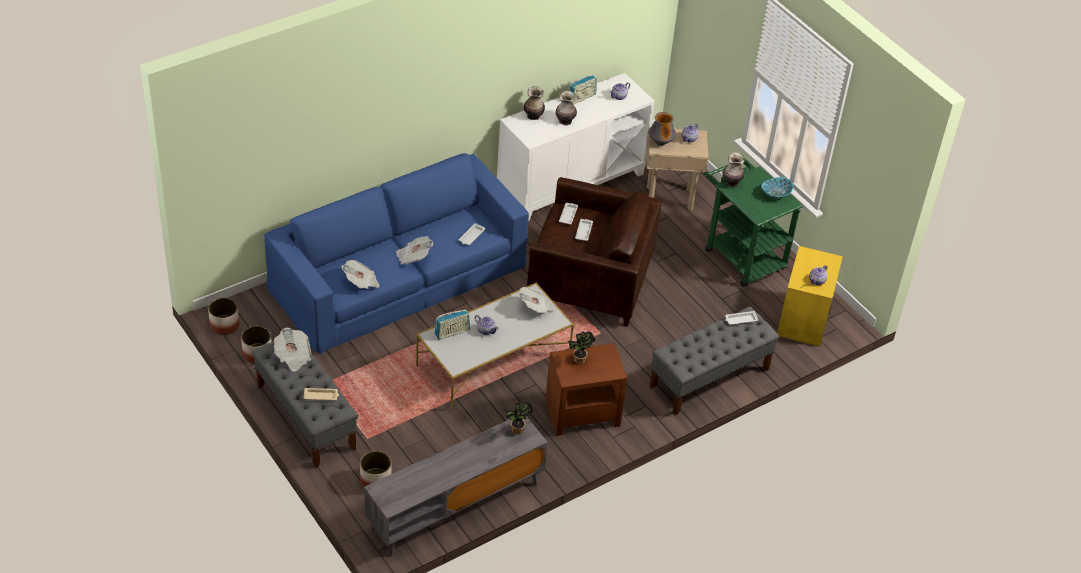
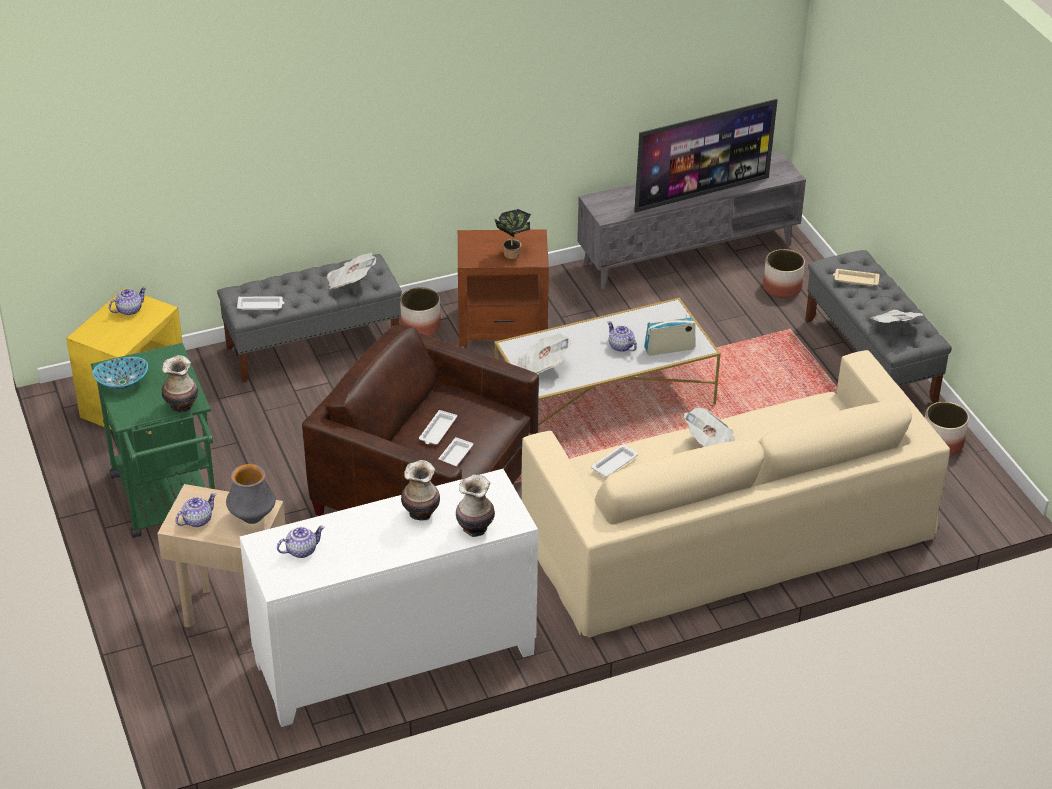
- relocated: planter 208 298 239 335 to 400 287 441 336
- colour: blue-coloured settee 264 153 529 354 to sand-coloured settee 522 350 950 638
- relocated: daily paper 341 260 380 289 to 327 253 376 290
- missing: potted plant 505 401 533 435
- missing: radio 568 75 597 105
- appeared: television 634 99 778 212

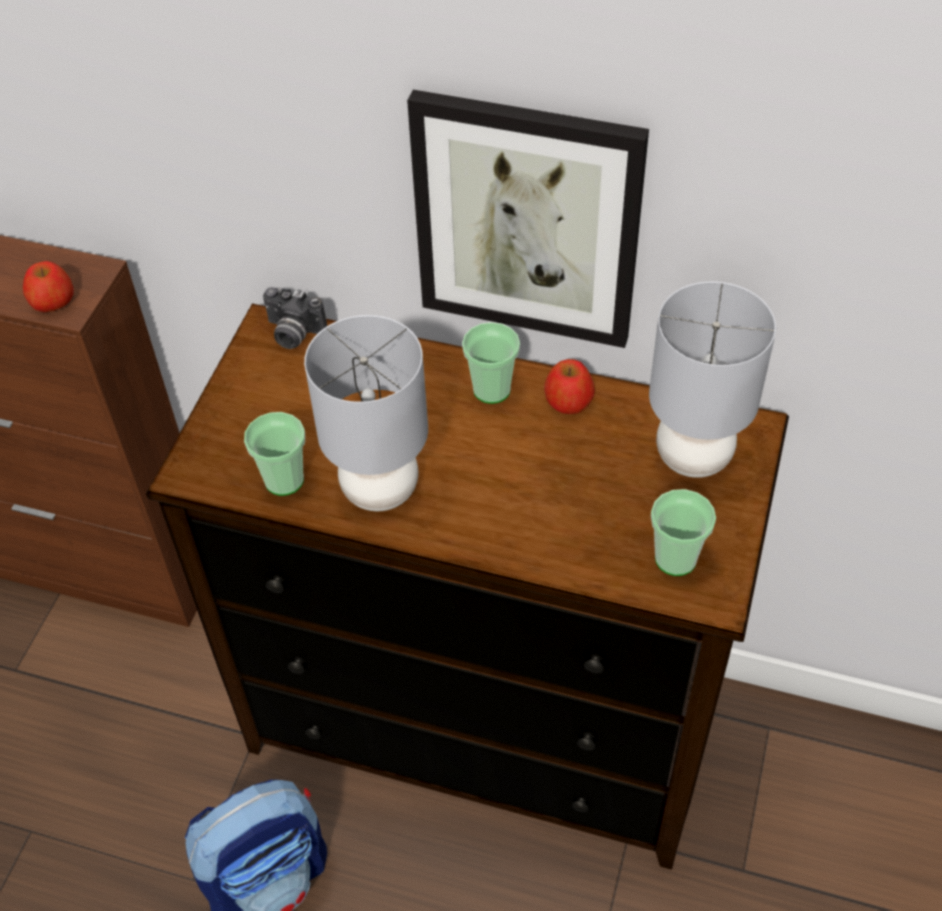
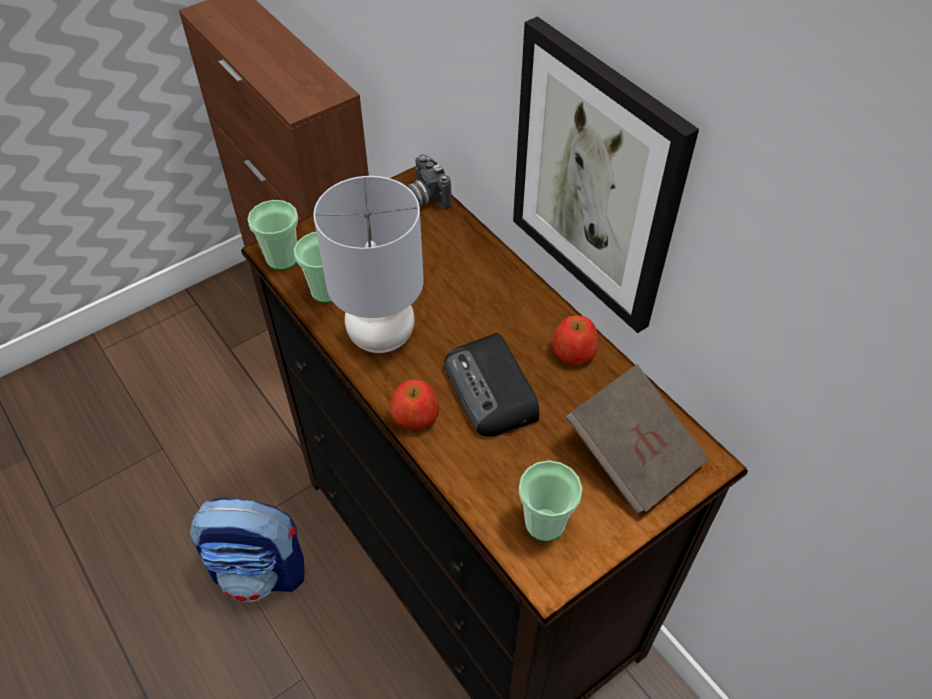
- relocated: apple 23 261 74 312 to 390 379 439 429
- relocated: small cup 462 322 520 404 to 248 200 298 270
- exchanged: grey lamp for a table 649 281 776 478 to brown-coloured book 565 364 709 515
- appeared: radio 444 333 539 437

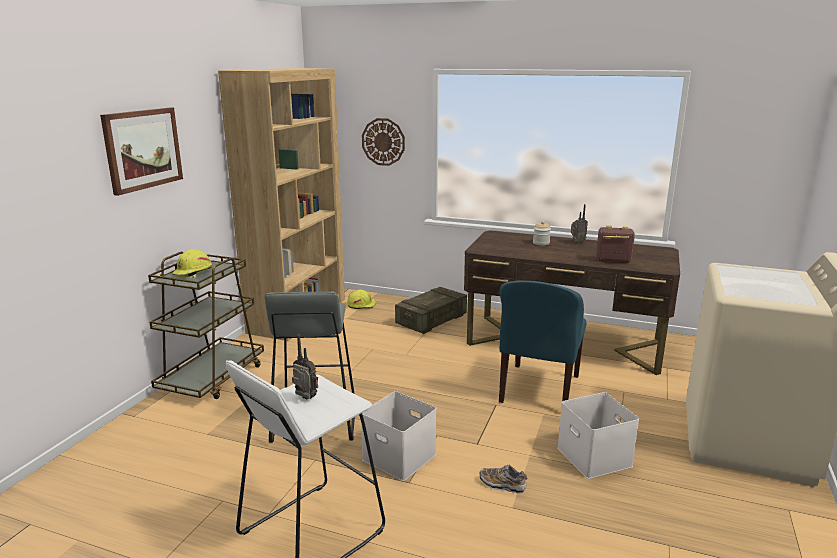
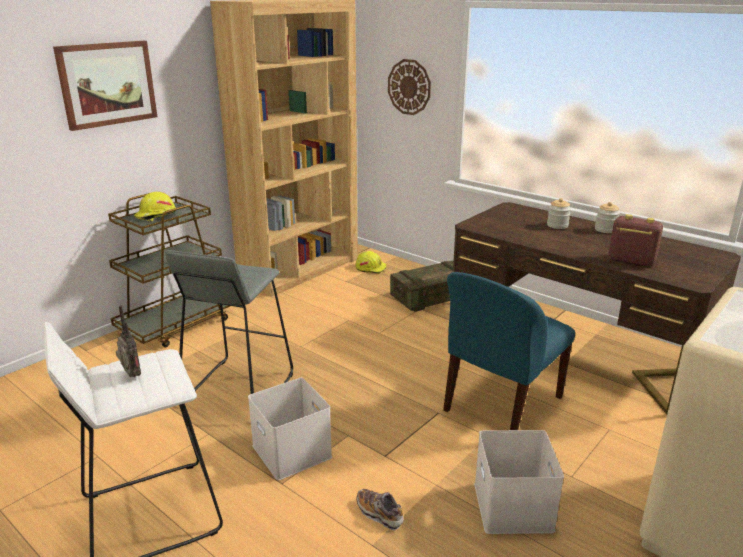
- exchanged: radio 571 204 588 243 to preserve jar 595 202 620 233

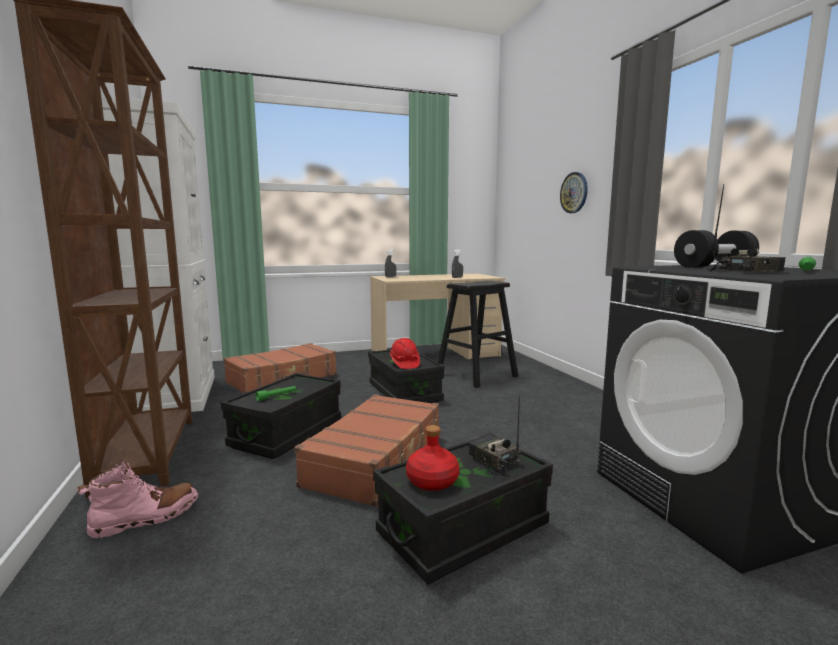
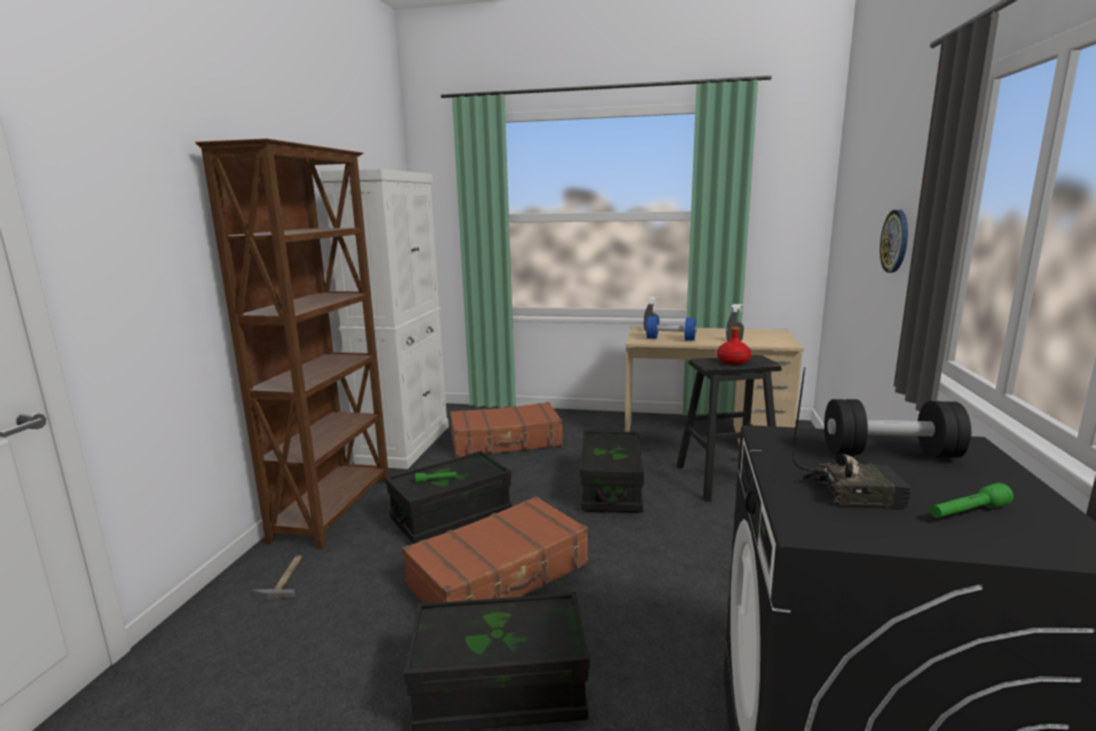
- exchanged: pink boot 77 461 198 539 to tool hammer 252 555 302 599
- missing: red-coloured hard hat 389 338 420 369
- relocated: red-coloured beverage bottle 406 425 459 491 to 717 327 751 365
- missing: radio 469 396 521 476
- appeared: blue-coloured hand weight 646 316 697 341

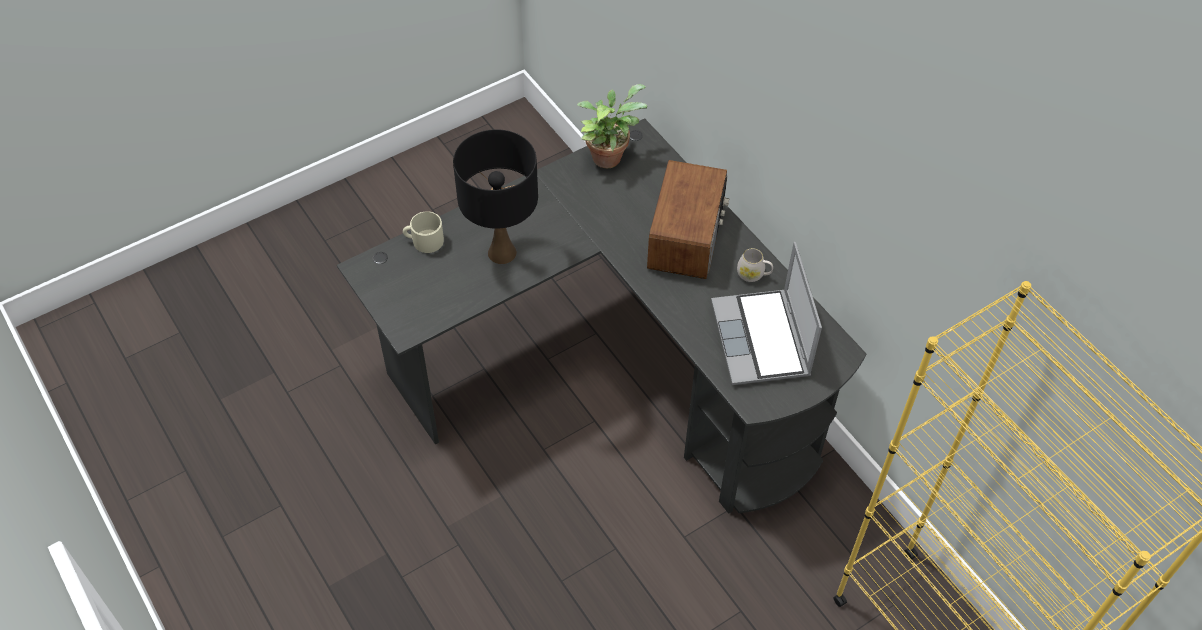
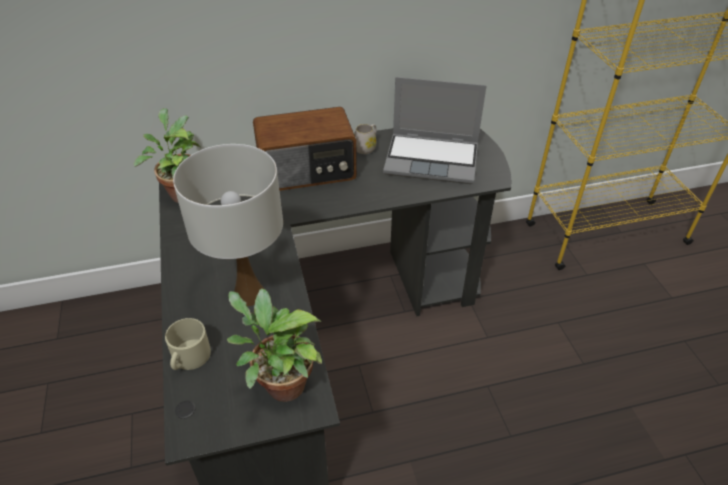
- colour: black lamp for a table 453 129 538 264 to white-coloured lamp for a table 173 144 283 306
- spun: radio 647 160 729 279 = 253 107 357 191 135 degrees clockwise
- appeared: potted plant 227 288 322 402

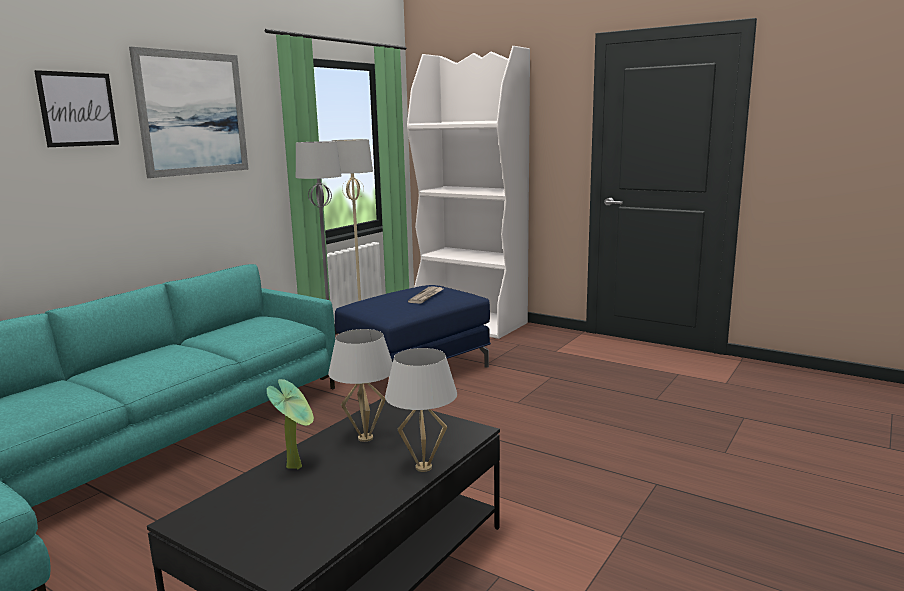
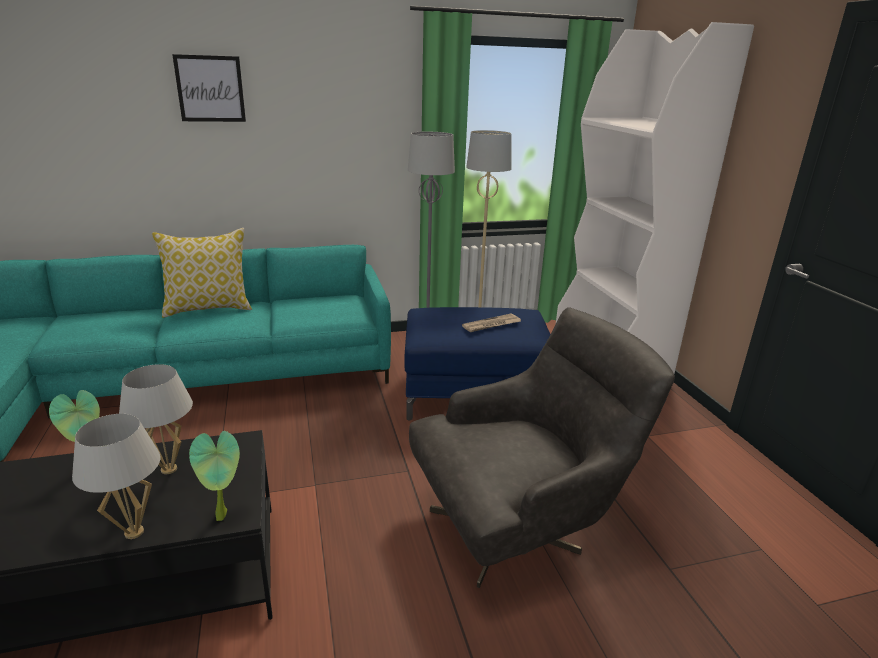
- missing: wall picture 129 47 248 178
- appeared: cushion 152 228 252 318
- appeared: potted plant 189 431 240 521
- appeared: grey easy chair 409 307 675 588

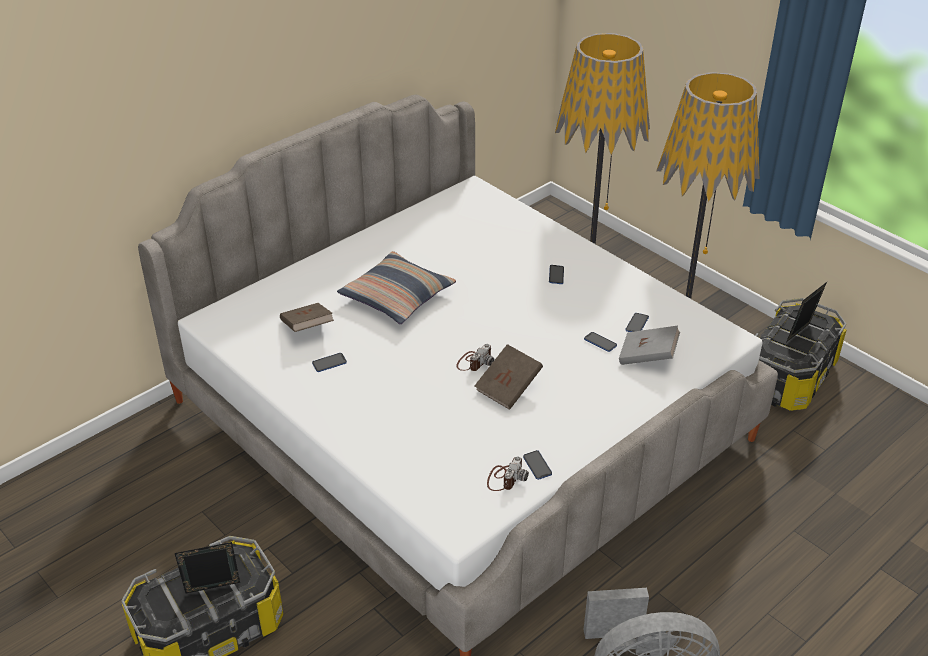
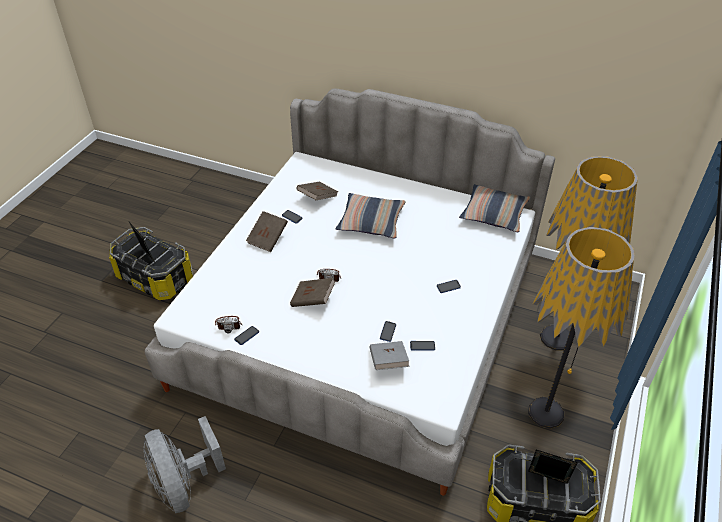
- appeared: brown-coloured book 246 211 288 252
- appeared: cushion 459 184 530 232

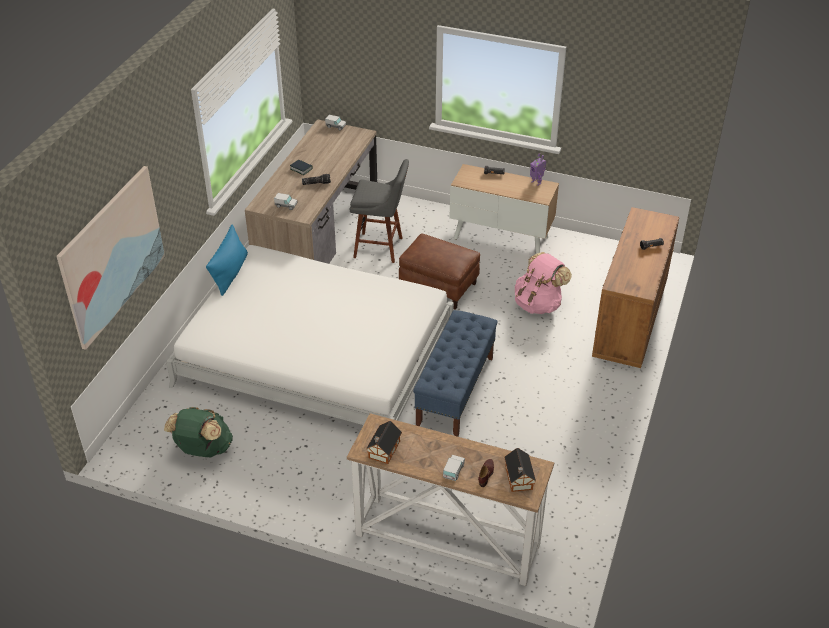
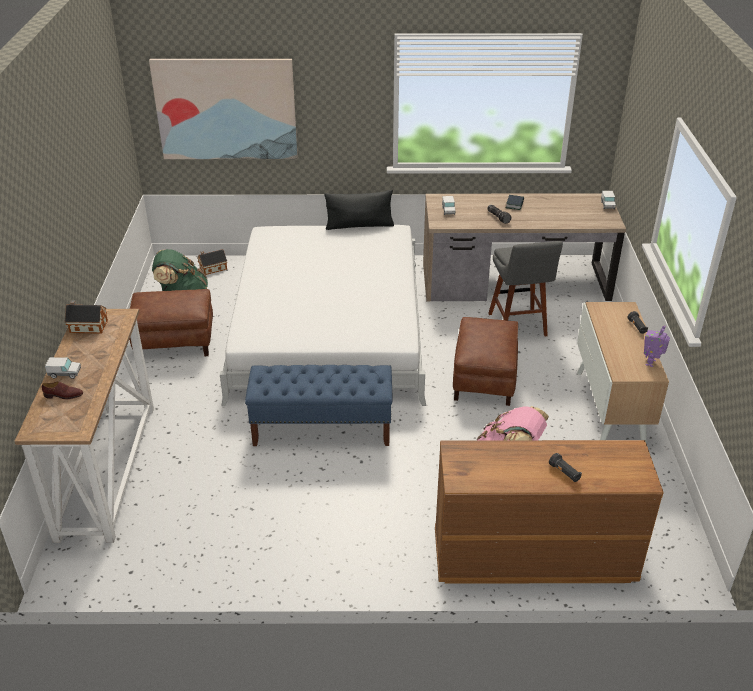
- colour: blue-coloured cushion 206 224 248 296 to black cushion 324 190 394 230
- relocated: miniature house 504 448 536 492 to 197 249 227 275
- appeared: brown-coloured pouffe 129 289 213 356

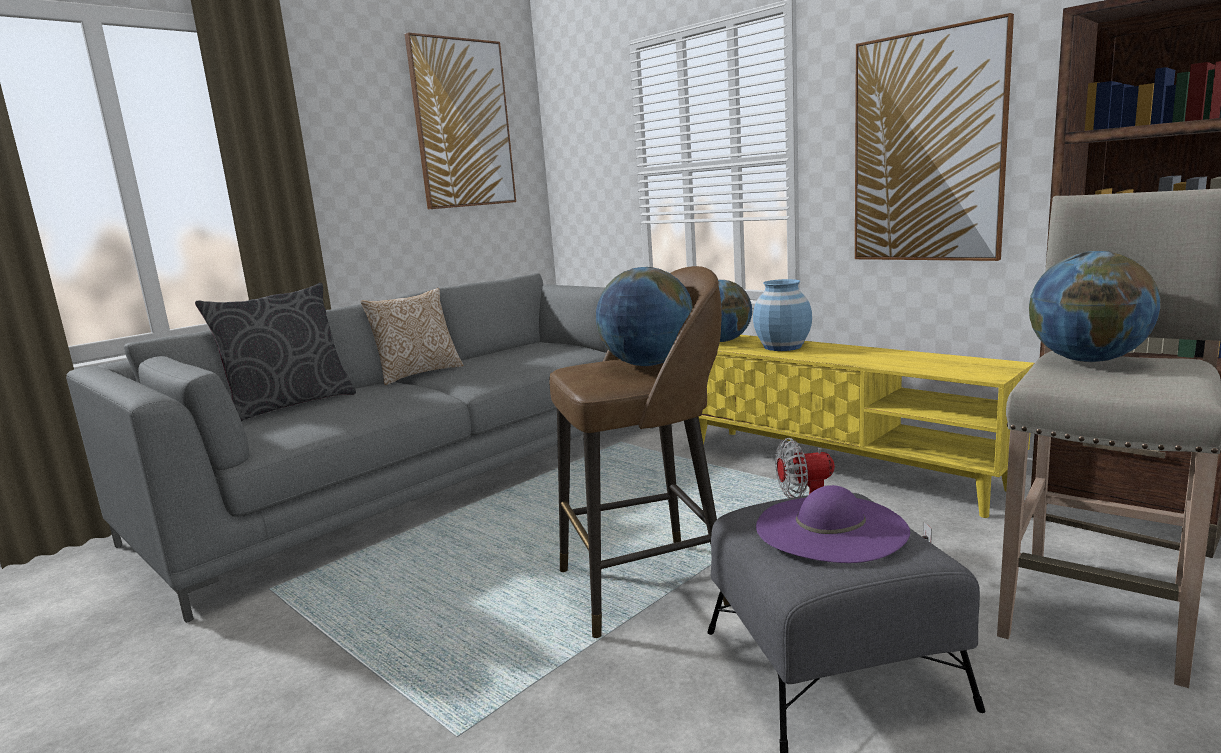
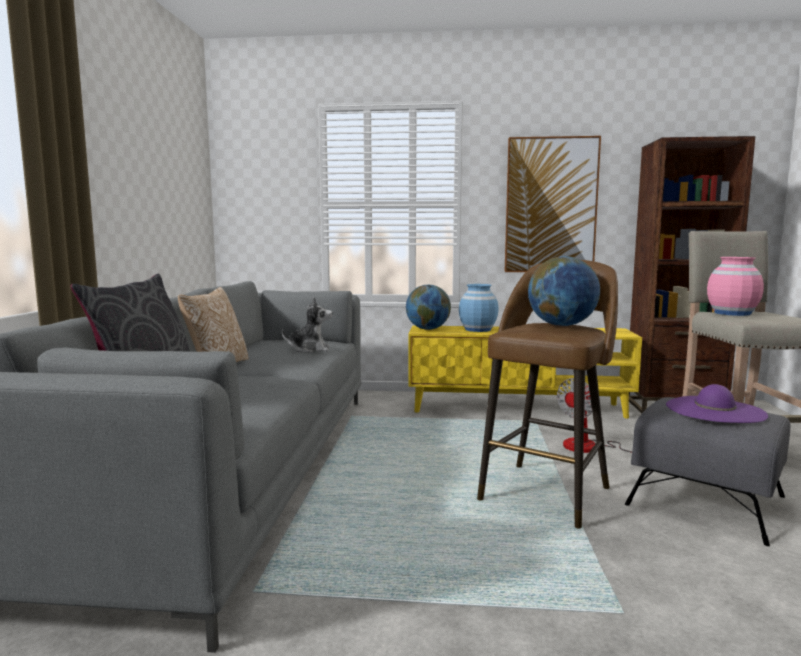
- missing: wall picture 405 33 516 209
- exchanged: desk globe 1029 251 1160 362 to pink flower vase 707 257 764 316
- appeared: cuddly toy 282 297 333 353

